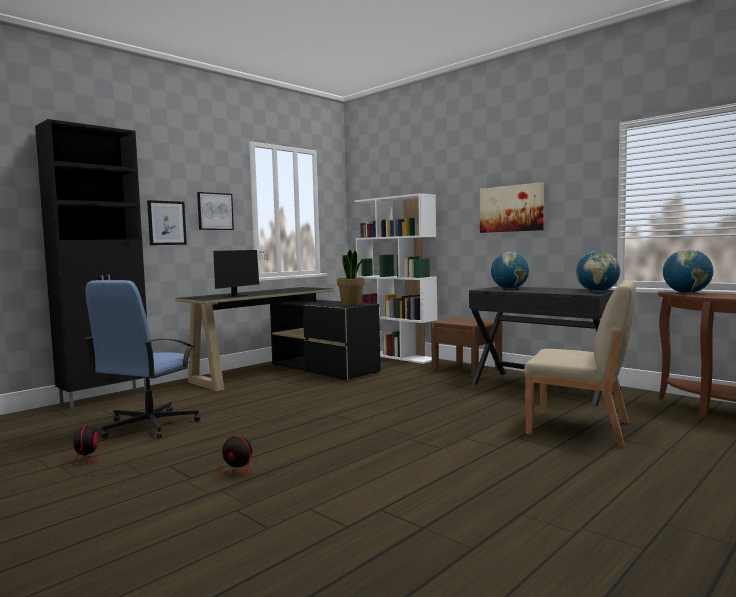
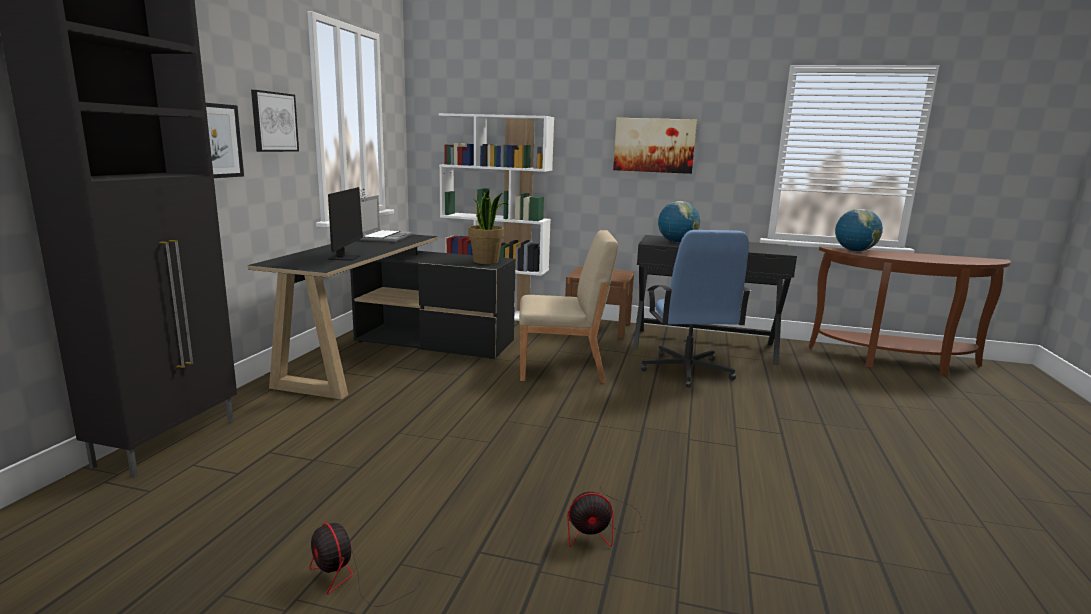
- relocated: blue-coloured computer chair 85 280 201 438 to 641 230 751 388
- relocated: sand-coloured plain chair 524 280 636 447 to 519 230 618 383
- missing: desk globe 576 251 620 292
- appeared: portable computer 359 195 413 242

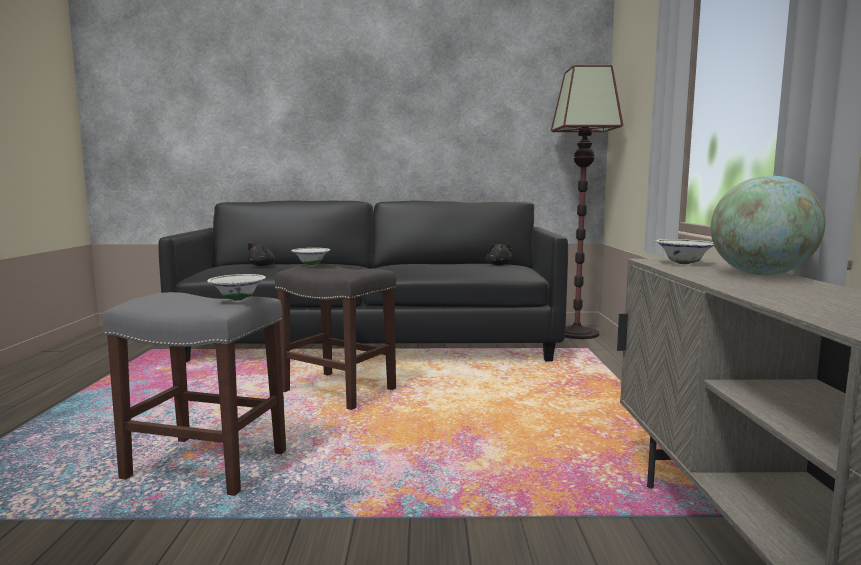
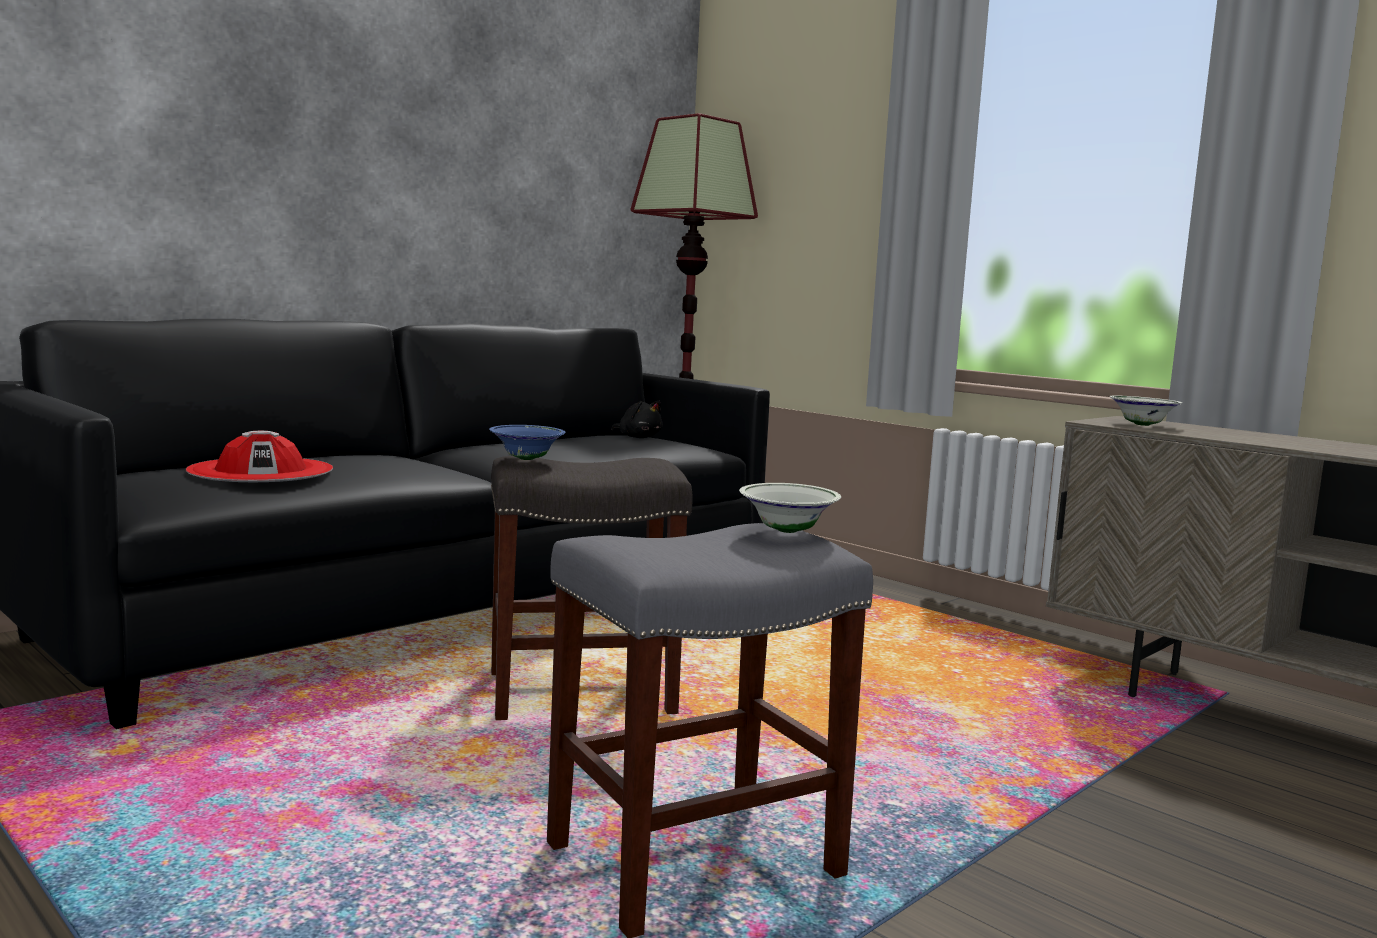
- exchanged: black cuddly toy 247 243 277 266 to red-coloured clothing hat 186 431 333 482
- colour: white-coloured serving bowl 291 248 330 265 to blue-coloured serving bowl 489 425 566 460
- missing: desk globe 711 176 825 275

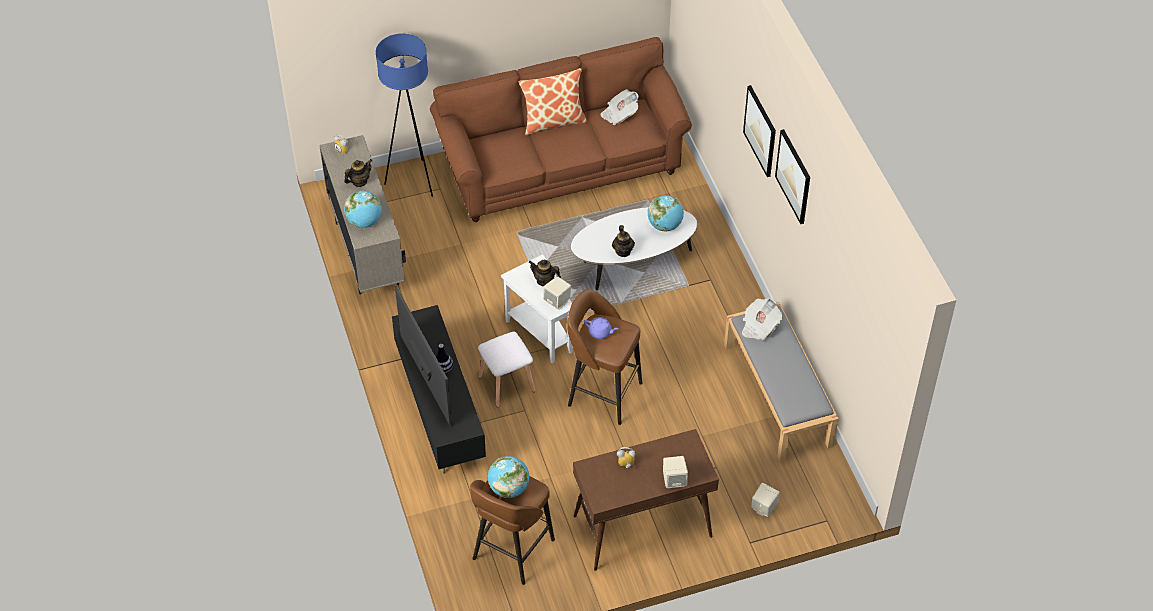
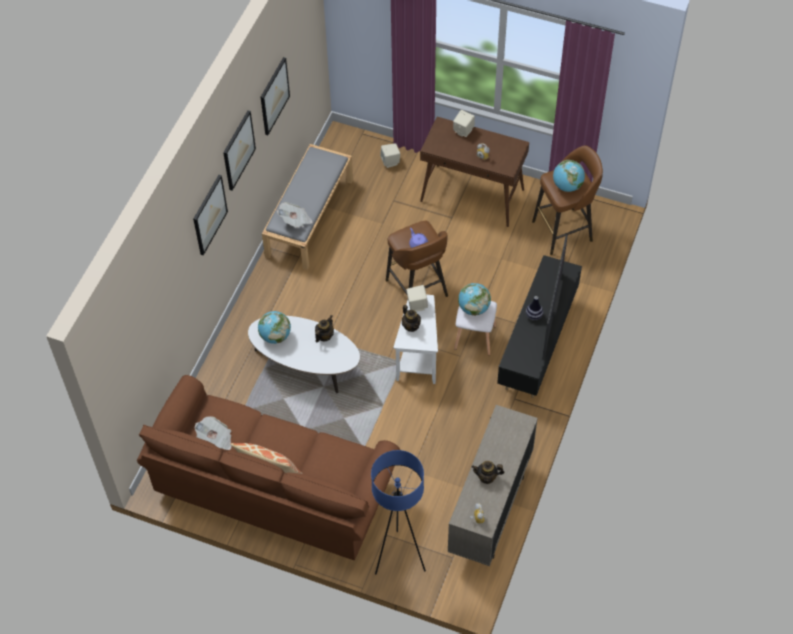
- relocated: desk globe 344 190 382 228 to 458 283 491 316
- appeared: wall picture 261 57 290 135

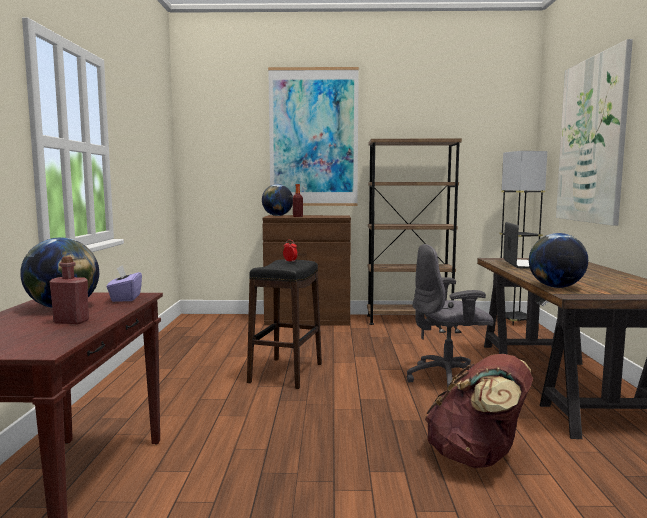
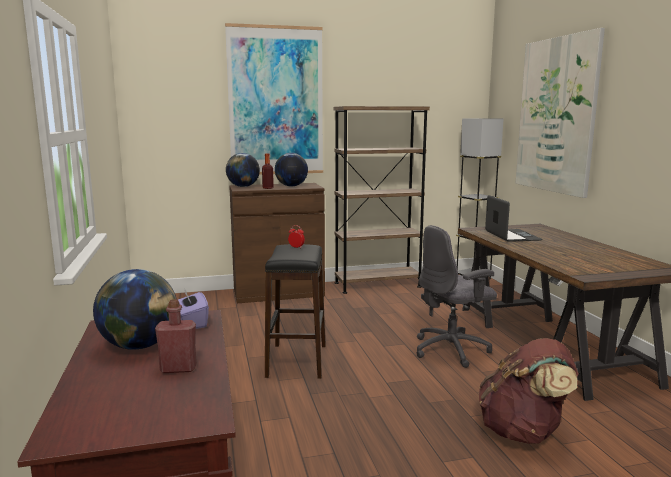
- relocated: desk globe 529 233 588 288 to 275 153 308 187

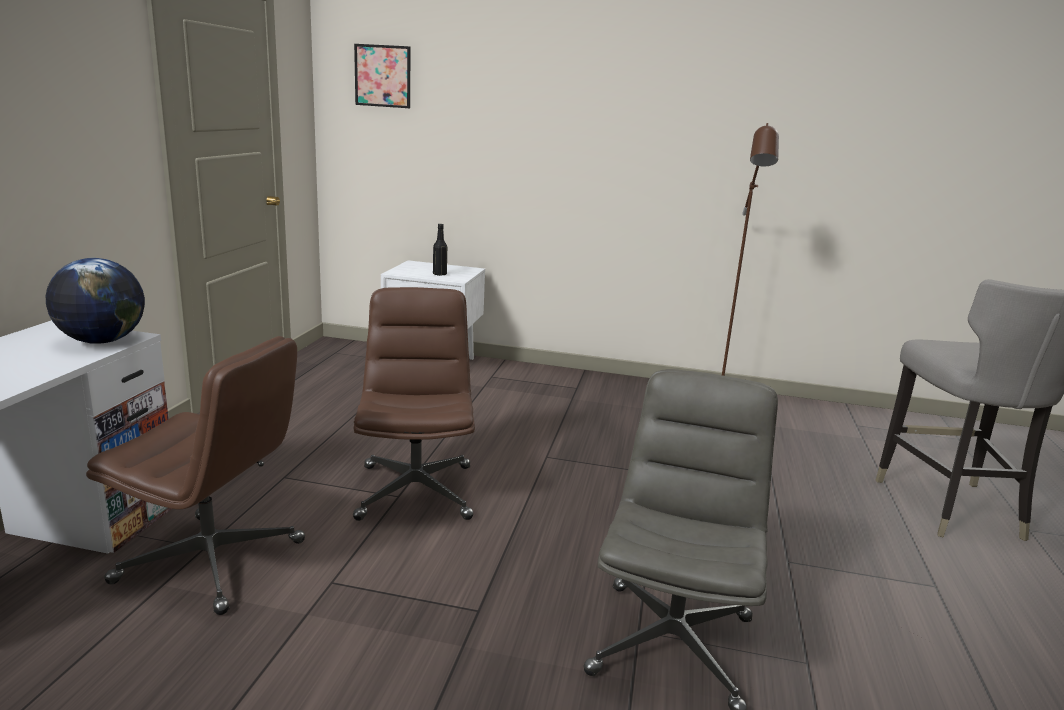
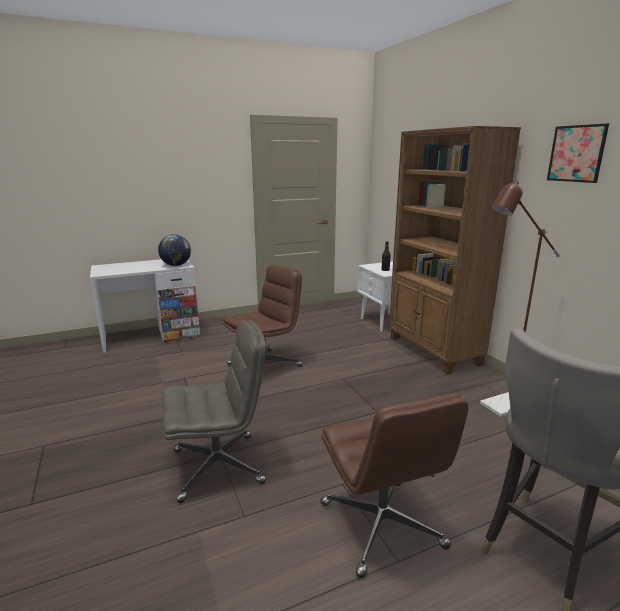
- relocated: brown-coloured computer chair 86 336 305 615 to 320 393 468 578
- relocated: wall picture 354 44 410 108 to 547 123 609 183
- appeared: brown-coloured shelving unit 389 126 521 374

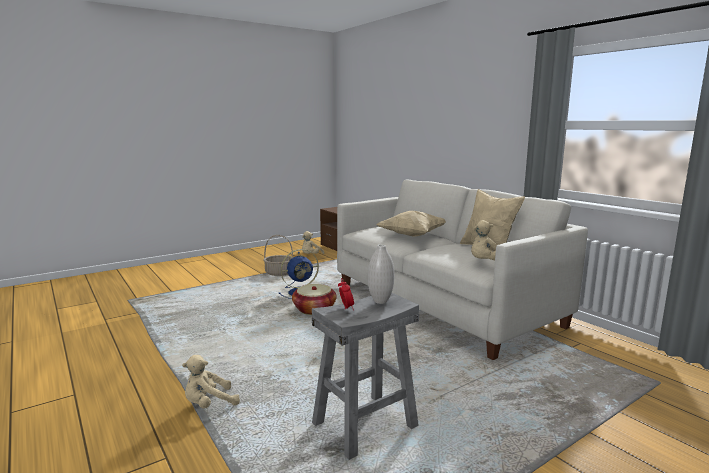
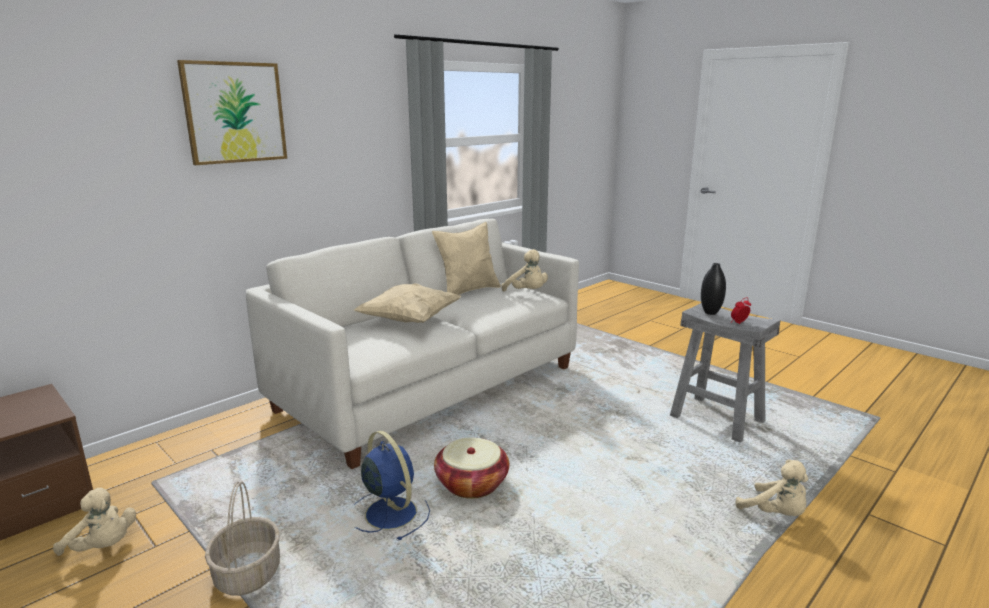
- colour: white-coloured flower vase 368 244 394 304 to black flower vase 701 263 726 315
- appeared: wall picture 177 60 287 165

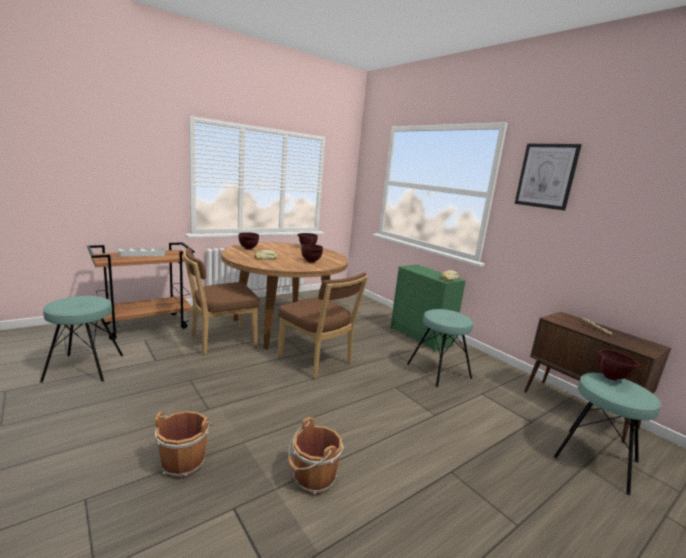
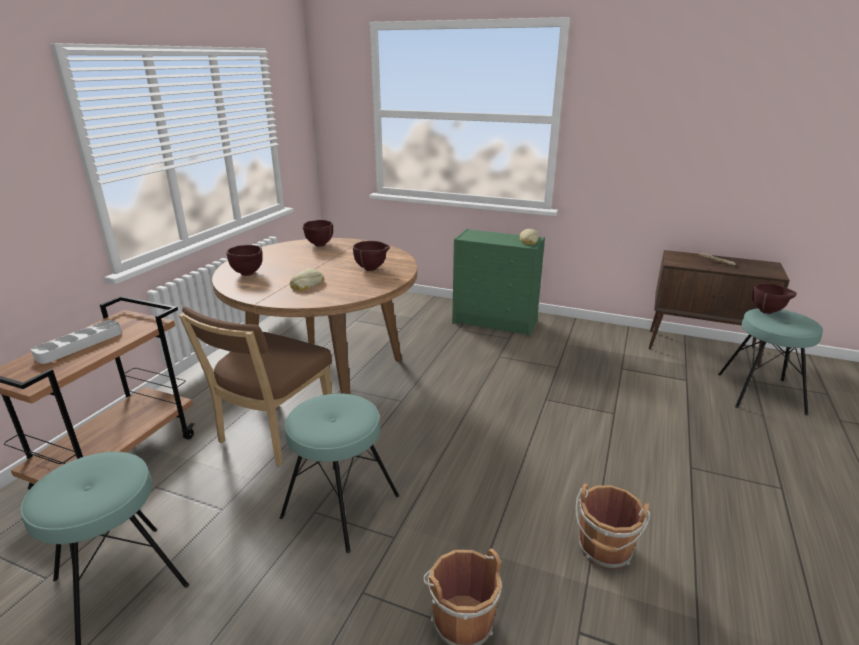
- missing: brown-coloured plain chair 277 272 368 379
- relocated: turquoise stool 407 309 473 387 to 280 394 399 553
- missing: wall picture 515 144 582 210

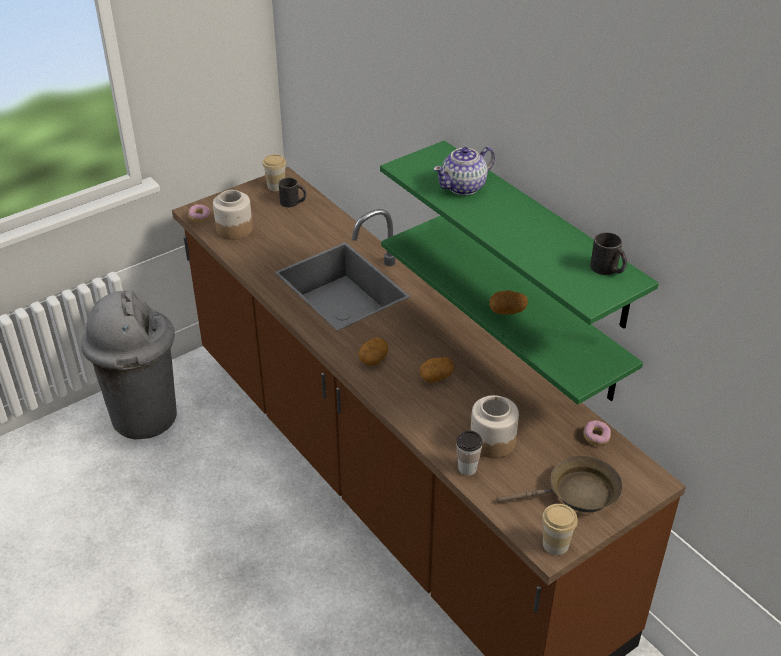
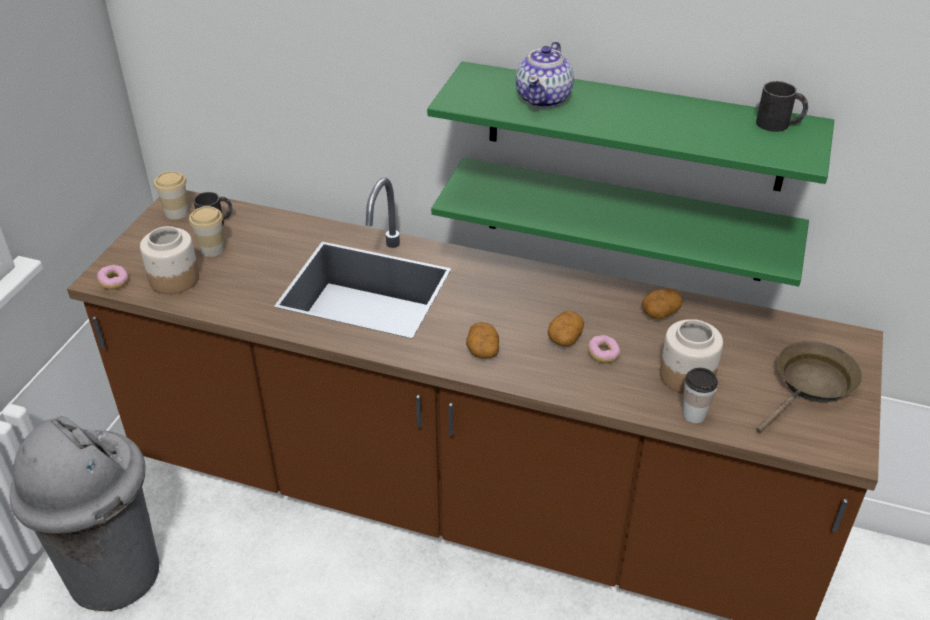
- relocated: whole potato 489 290 528 315 to 642 288 683 319
- relocated: small cup 542 504 578 555 to 189 206 225 257
- relocated: donut 584 420 611 445 to 588 335 620 363

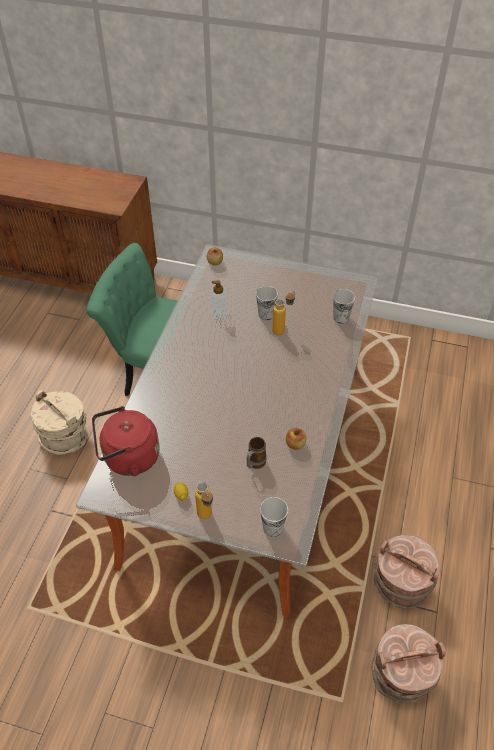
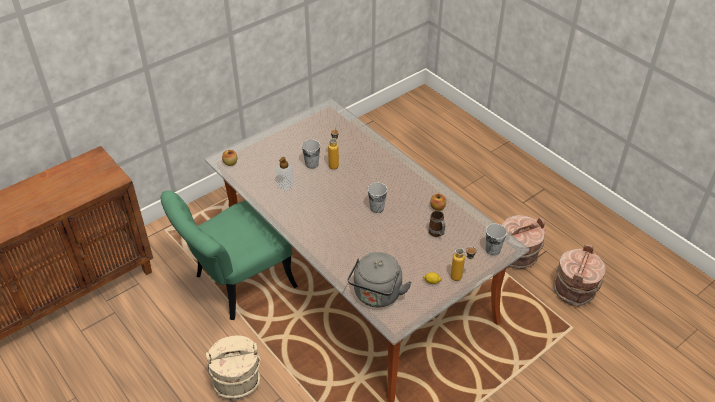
- colour: red-coloured water kettle 92 406 160 476 to grey water kettle 347 252 412 307
- relocated: small cup 333 289 355 324 to 368 182 387 213

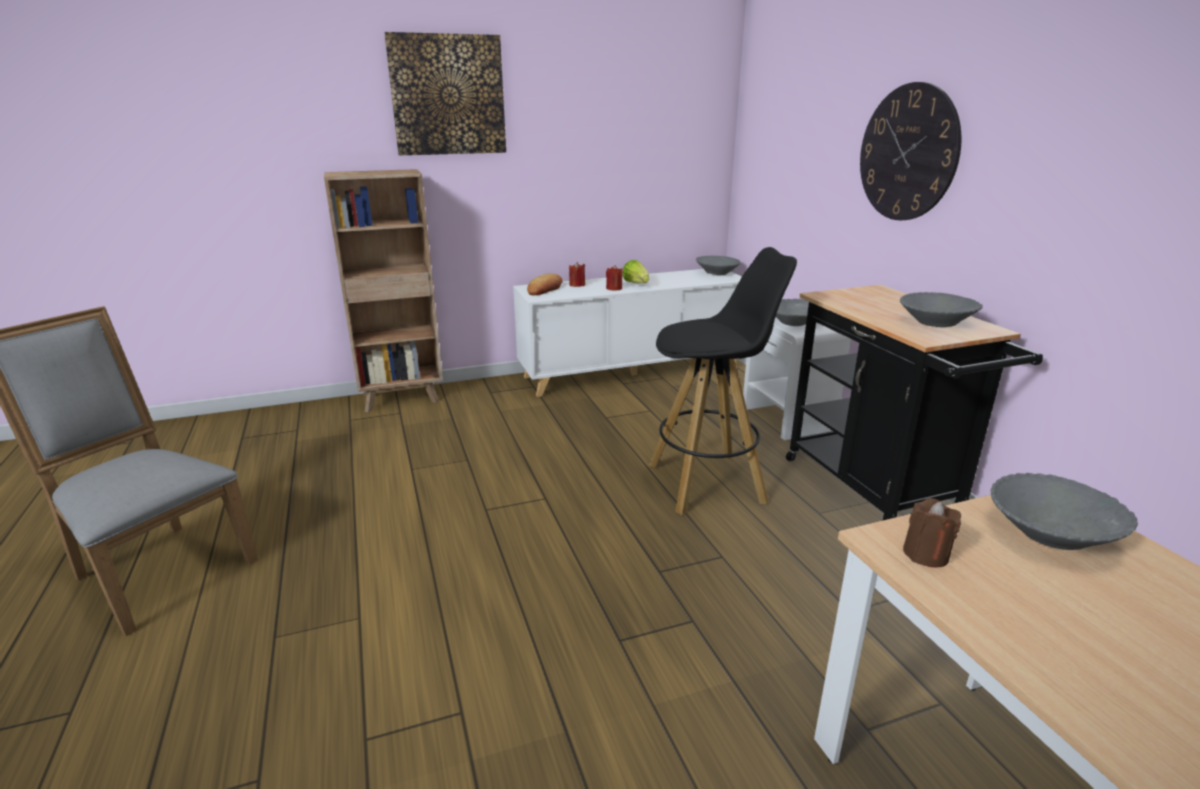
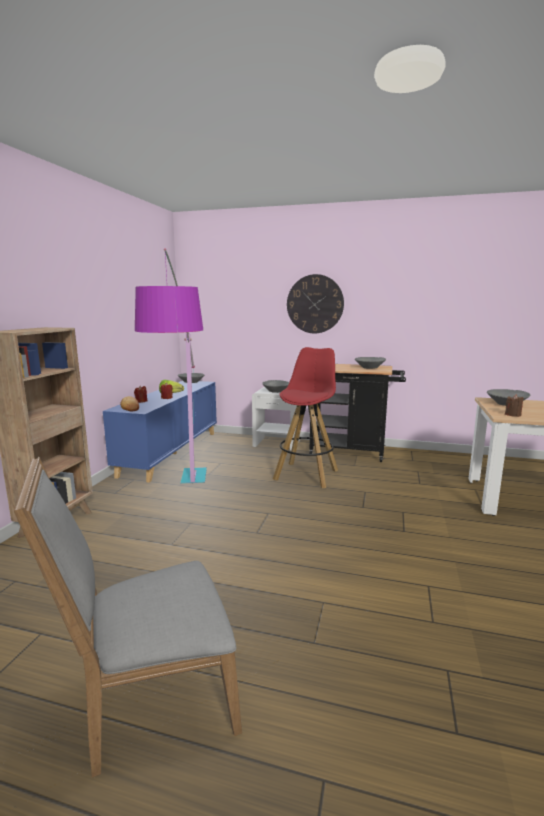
- missing: wall picture 384 32 506 155
- colour: white-coloured cupboard 513 269 742 397 to blue-coloured cupboard 103 381 217 483
- colour: black stool 649 247 797 515 to red-coloured stool 273 347 338 488
- appeared: standing lamp 135 248 207 484

